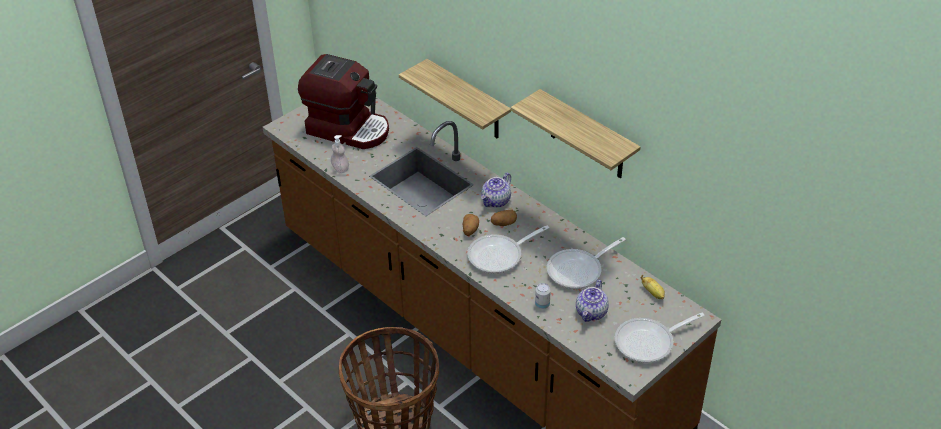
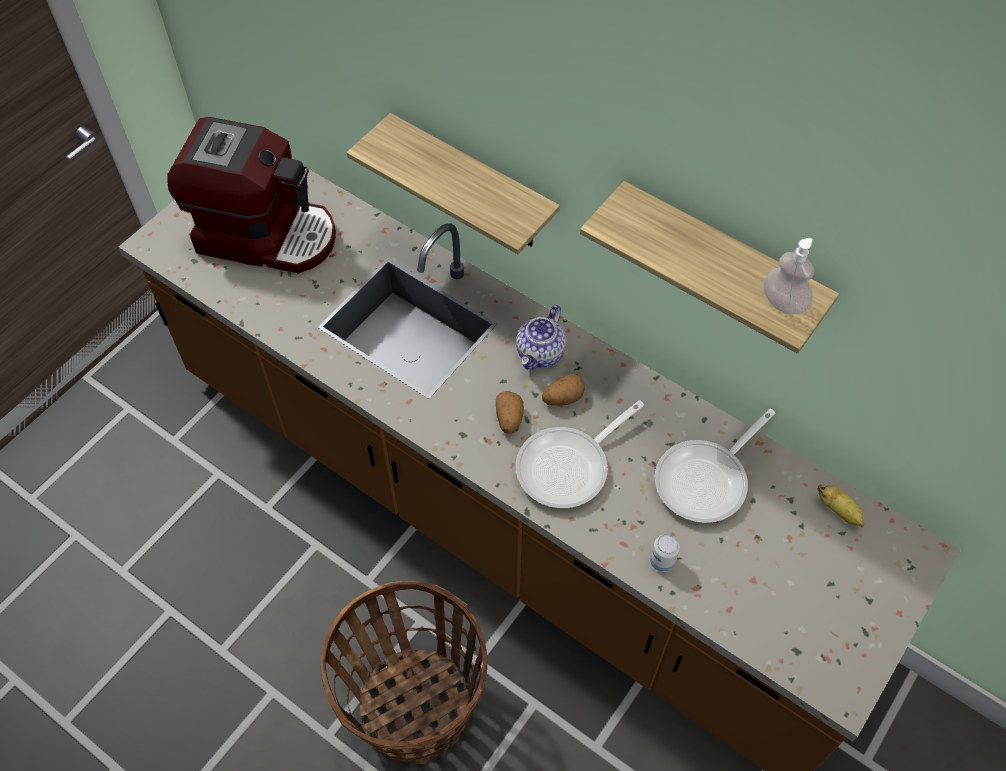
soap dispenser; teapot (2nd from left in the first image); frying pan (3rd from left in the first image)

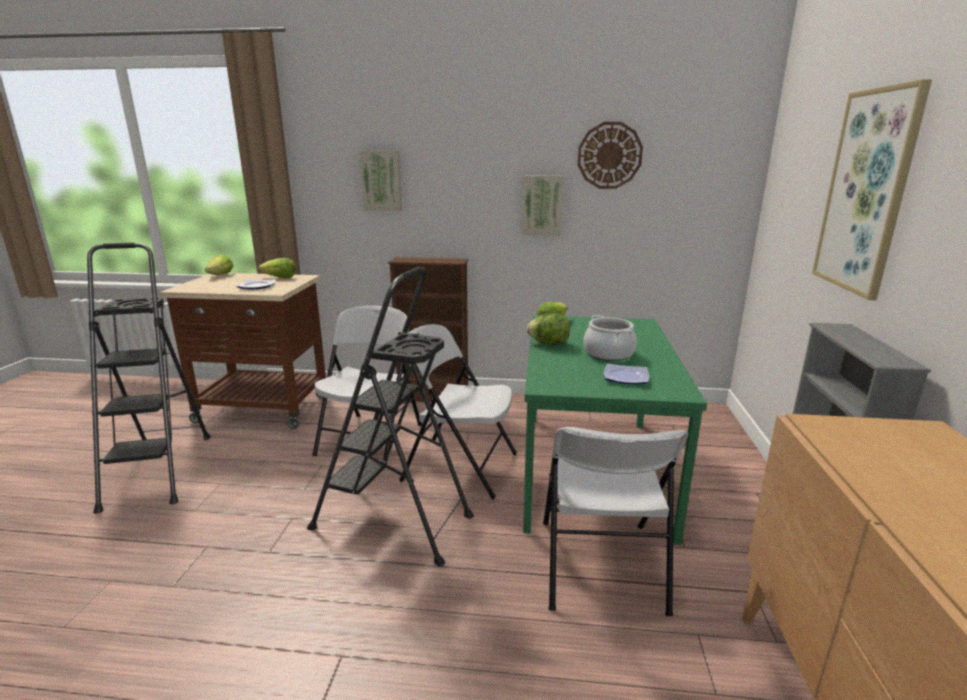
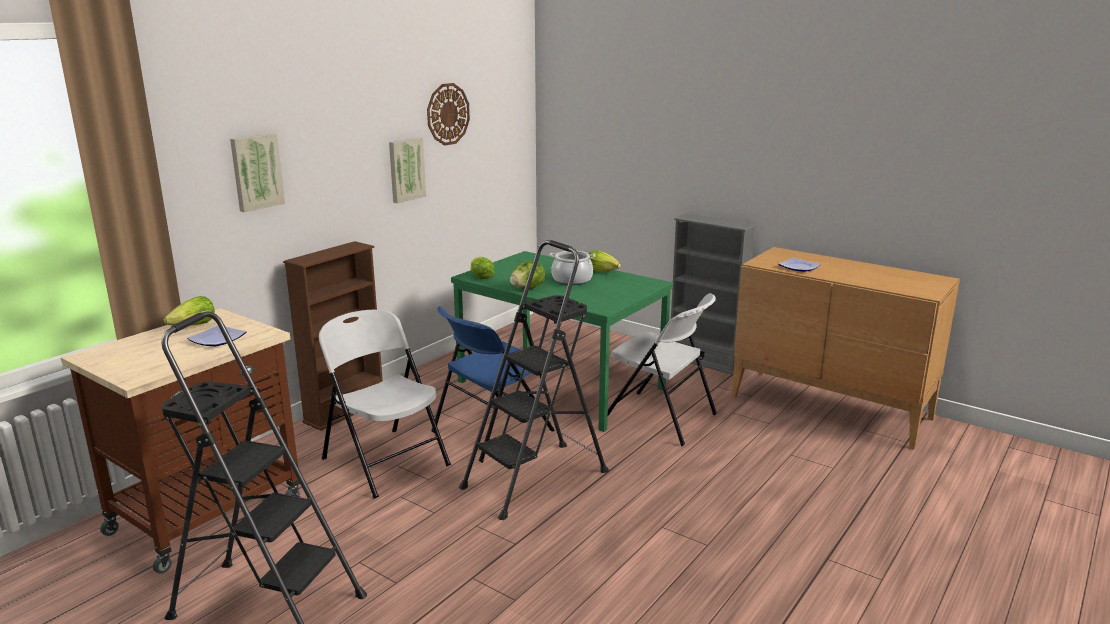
lettuce (4th from left); blue chair; plate (2nd from left); picture (3rd from left in the first image)

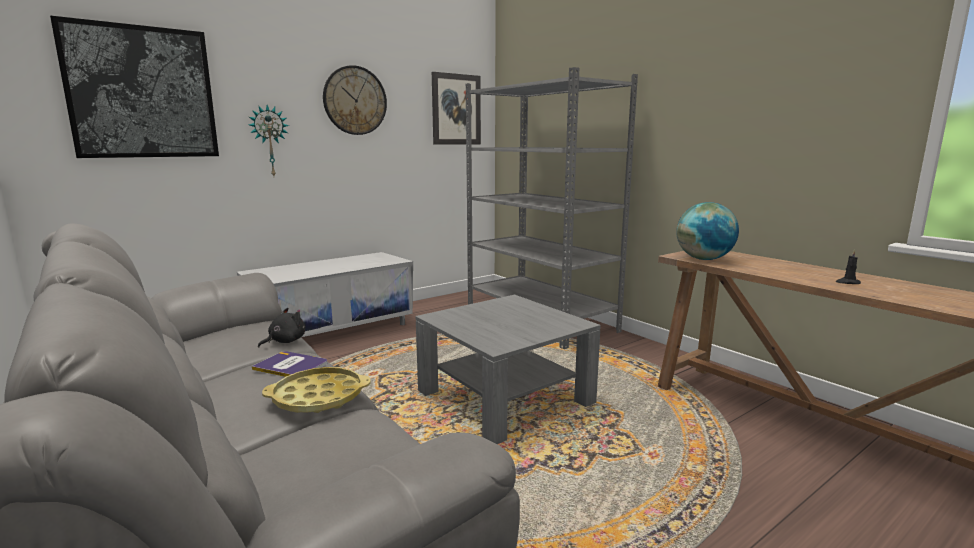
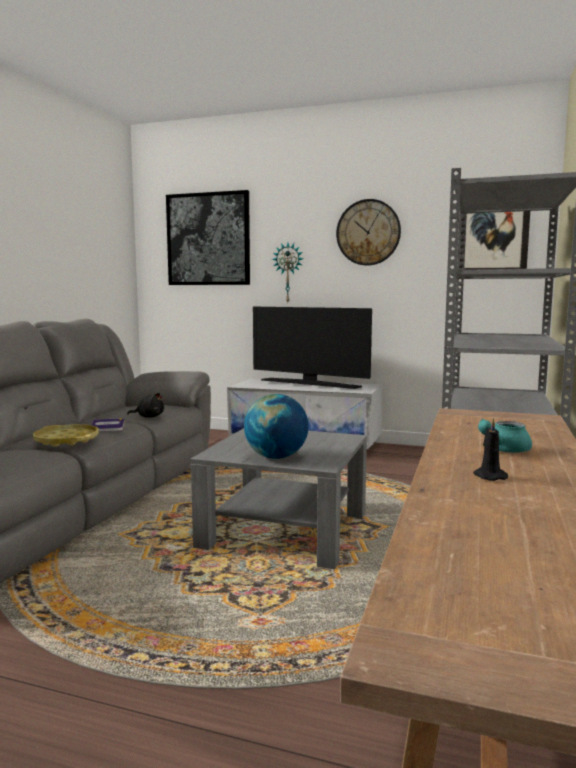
globe; television; turquoise teapot

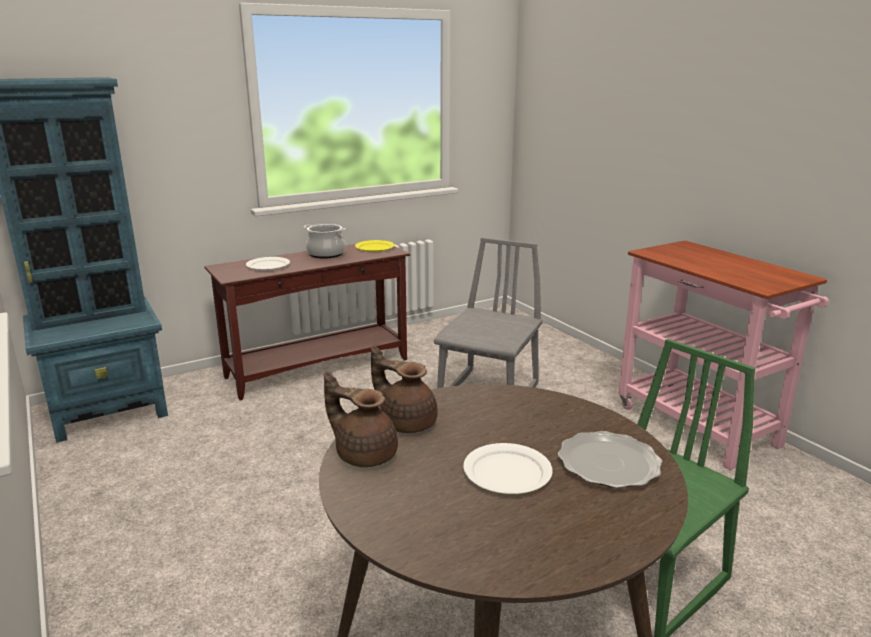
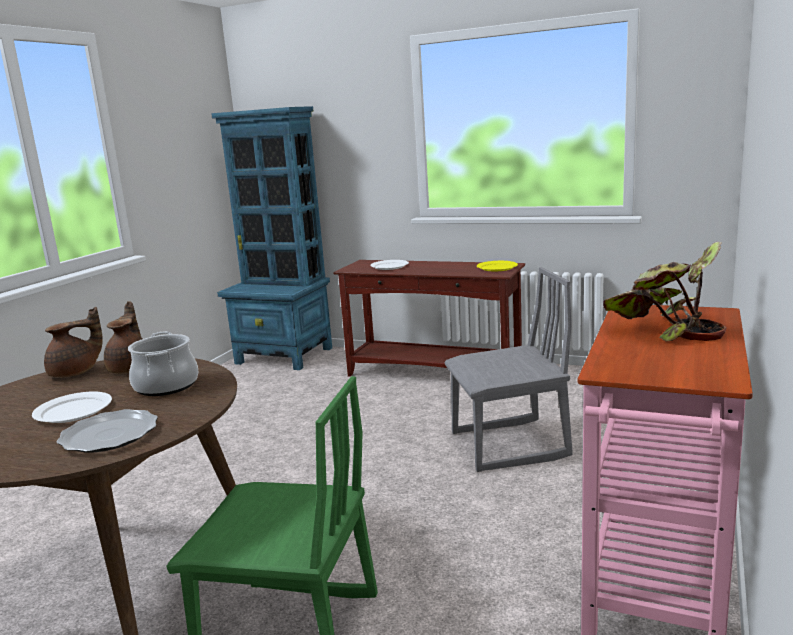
cooking pot; brown teapot (1st from left); potted plant

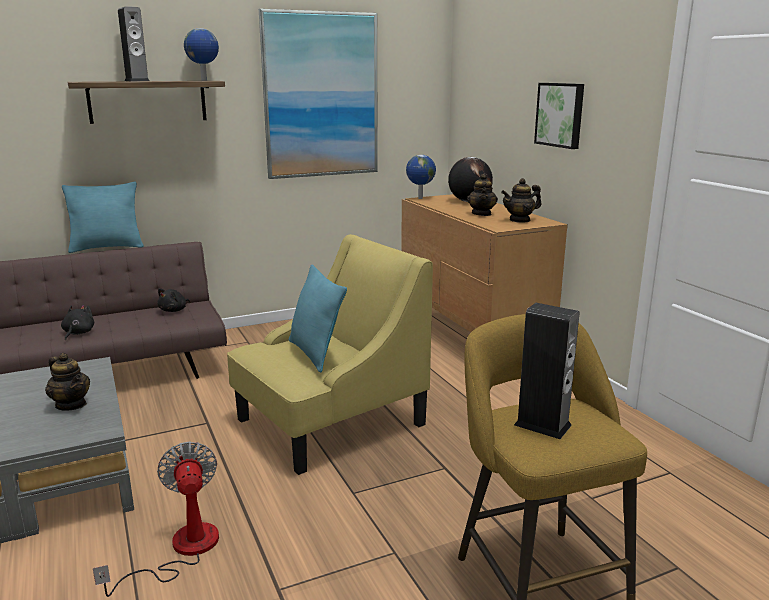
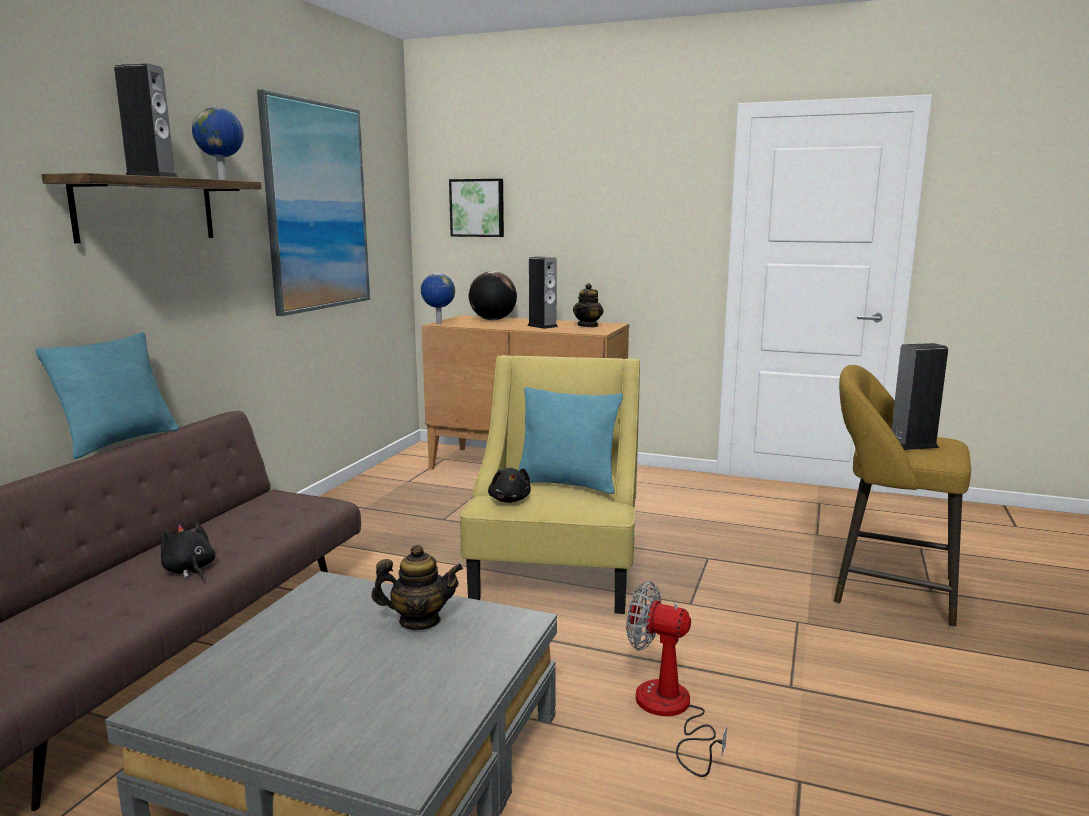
black plush toy (2nd from left); speaker (2nd from left); picture (2nd from left)

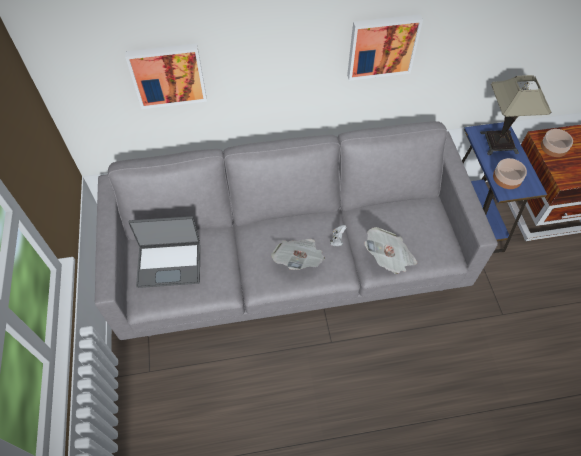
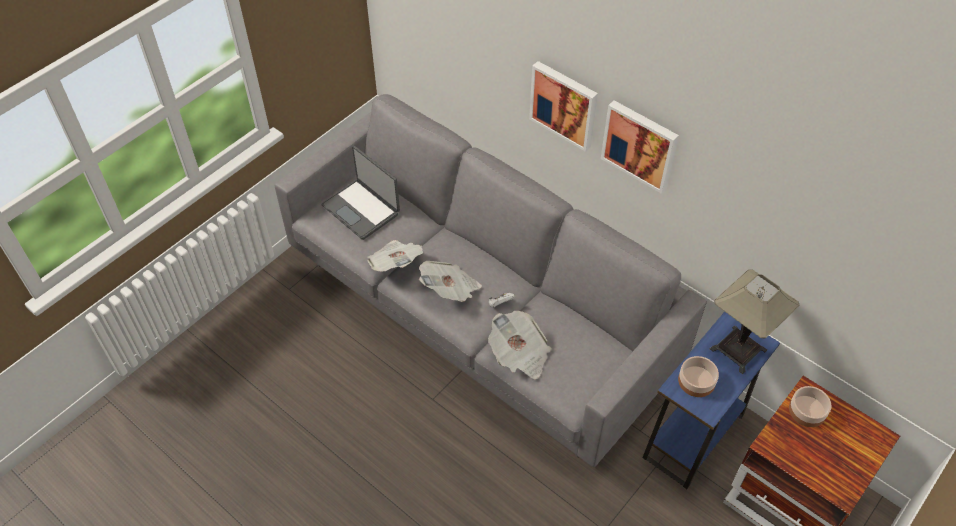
picture (1st from left); newspaper (1st from left)

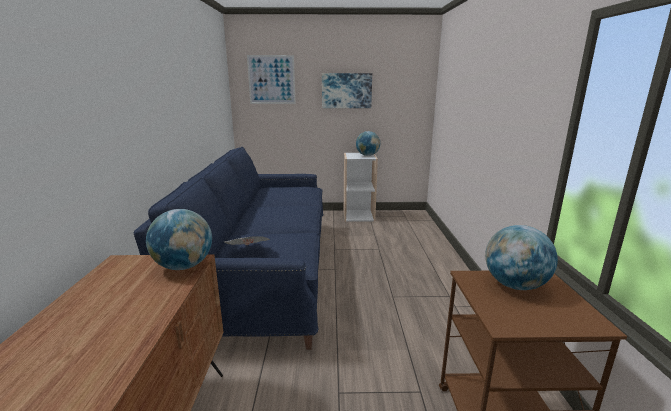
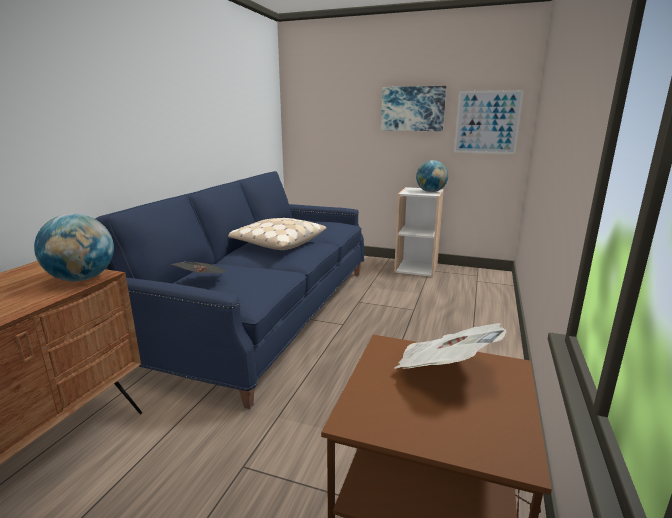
picture (2nd from left); newspaper (2nd from left); beige pillow

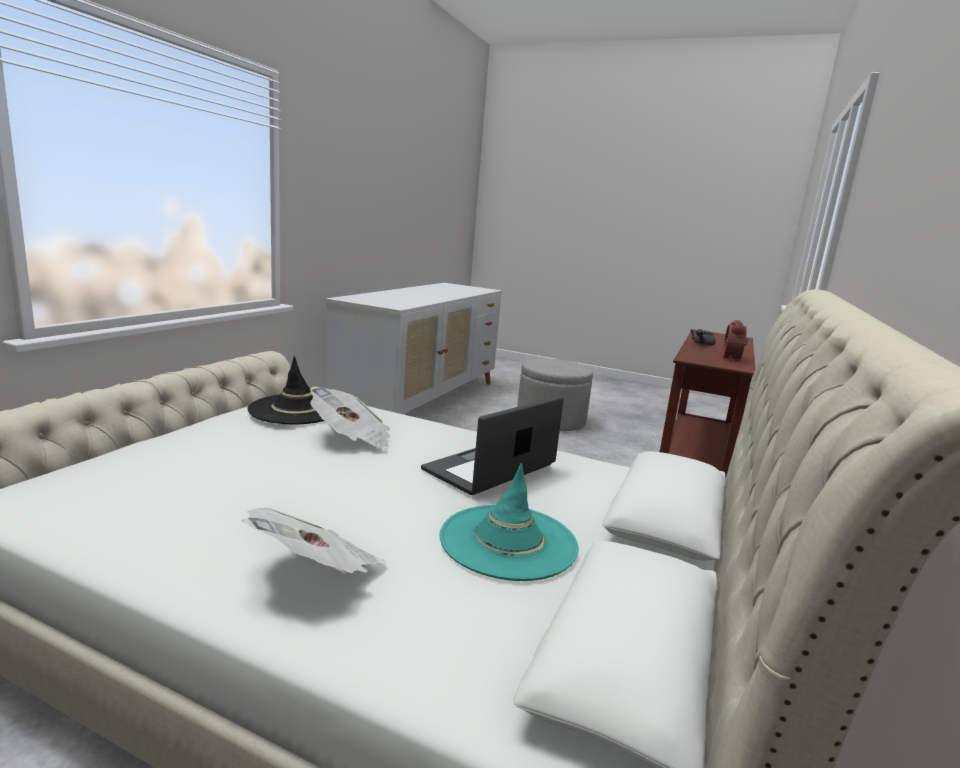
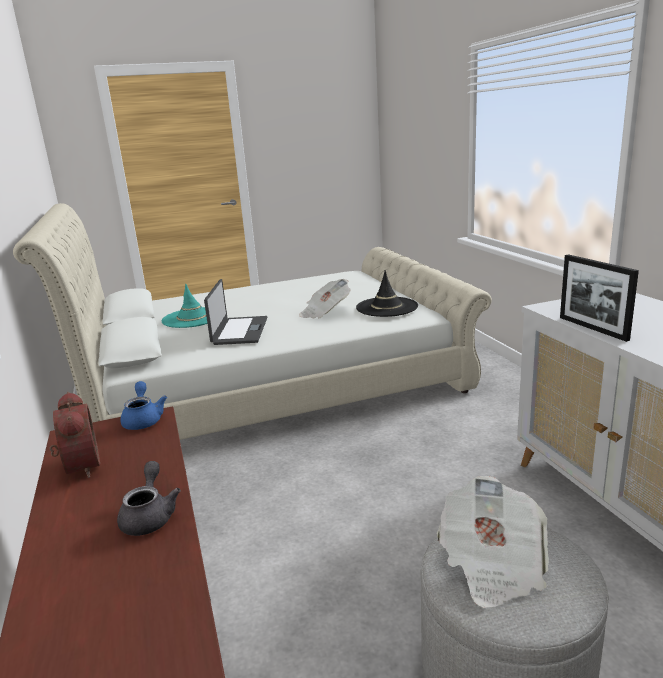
newspaper (2nd from left); blue teapot; picture frame

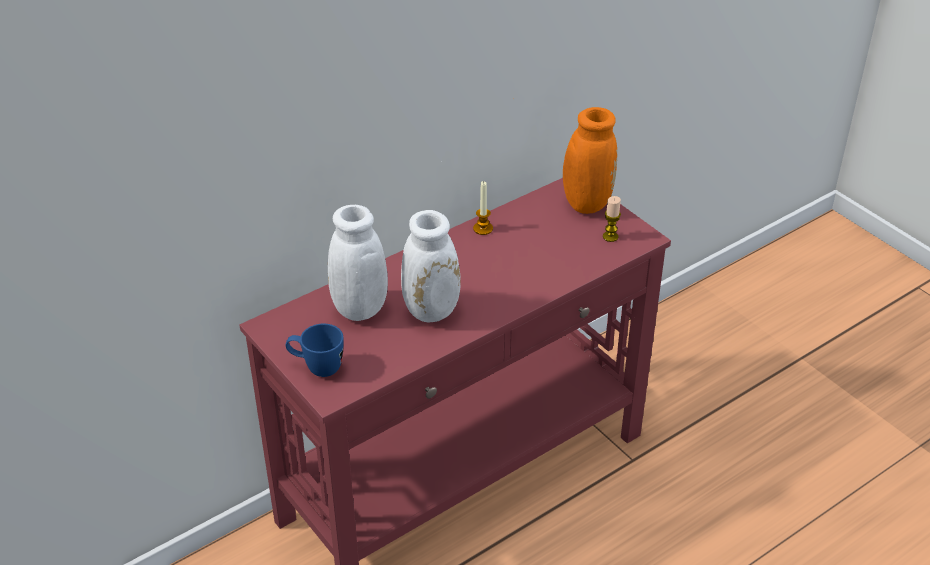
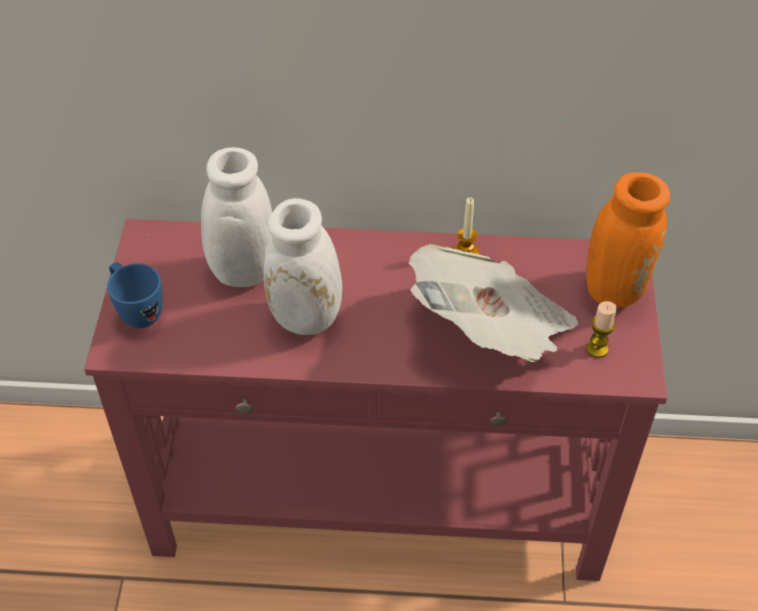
newspaper

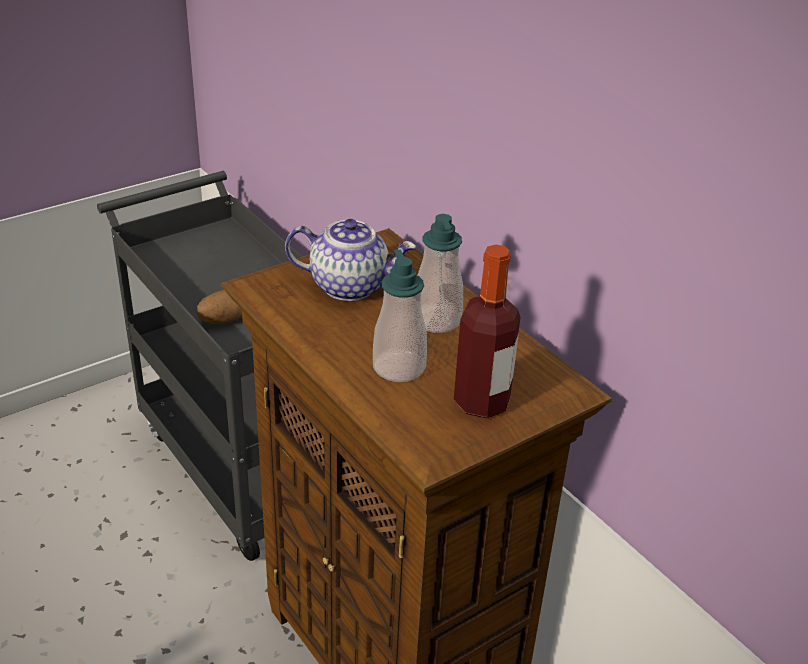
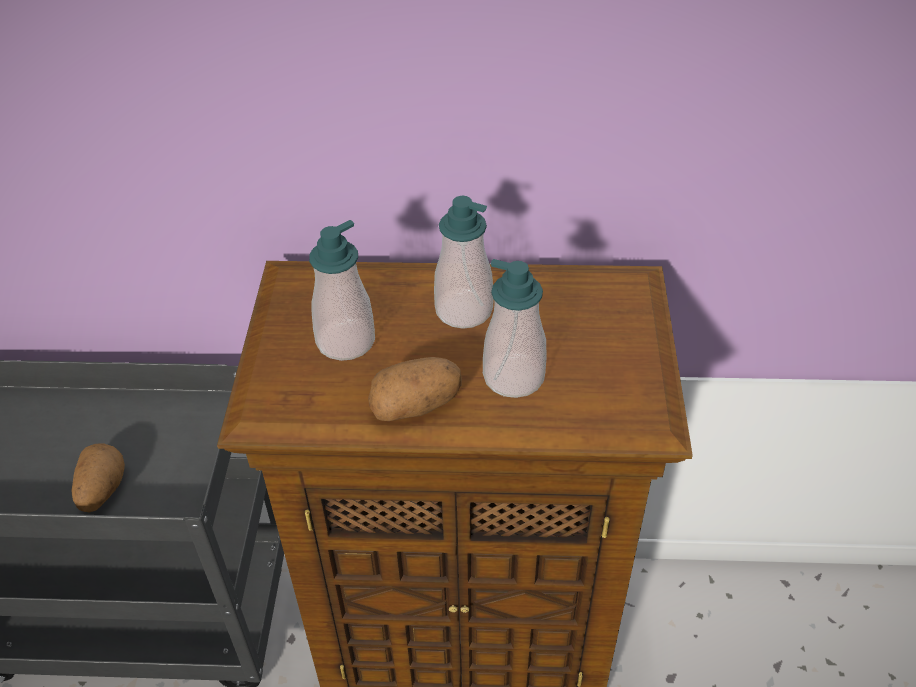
soap dispenser (1st from left); bottle; potato (2nd from left)

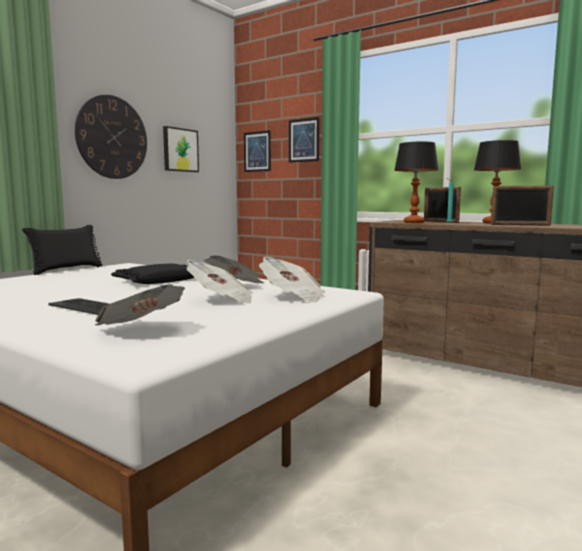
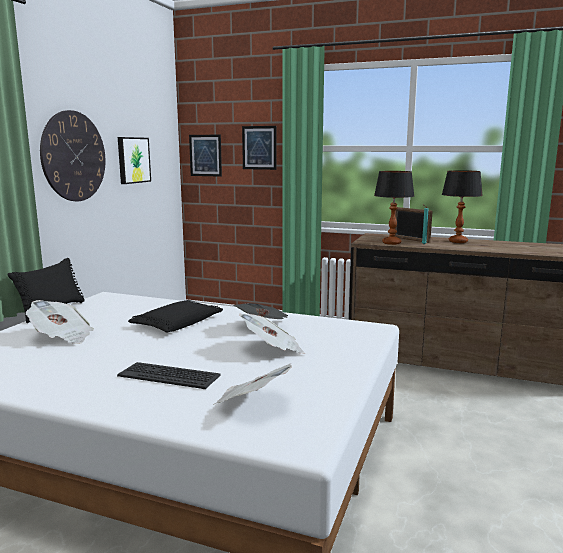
newspaper (1st from left); picture frame (2nd from left in the first image)

